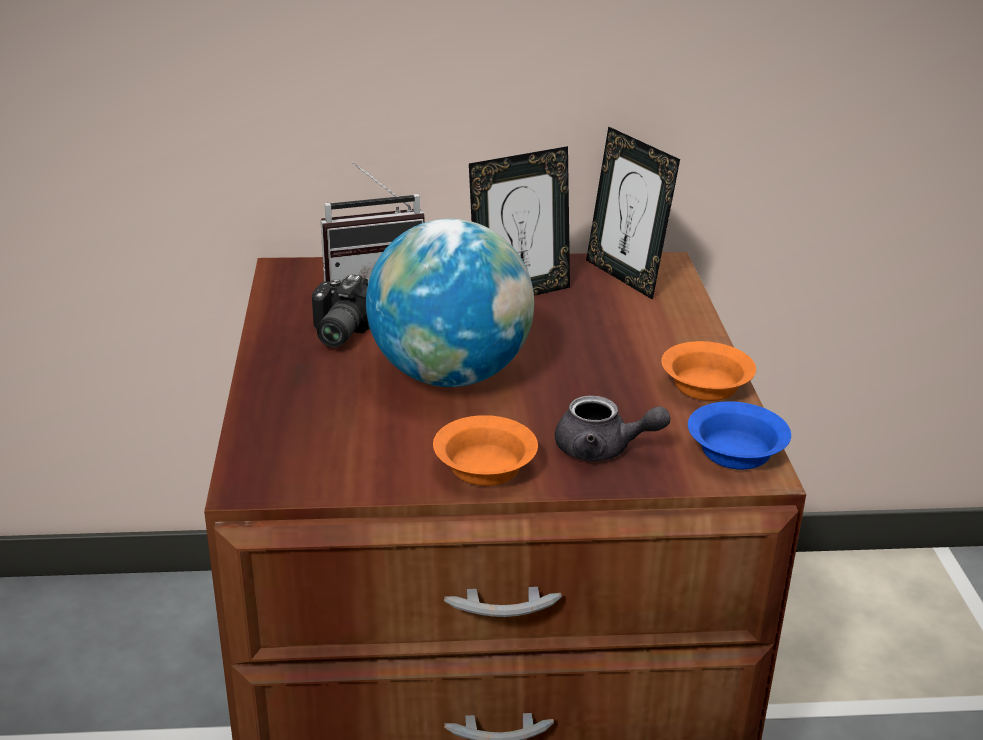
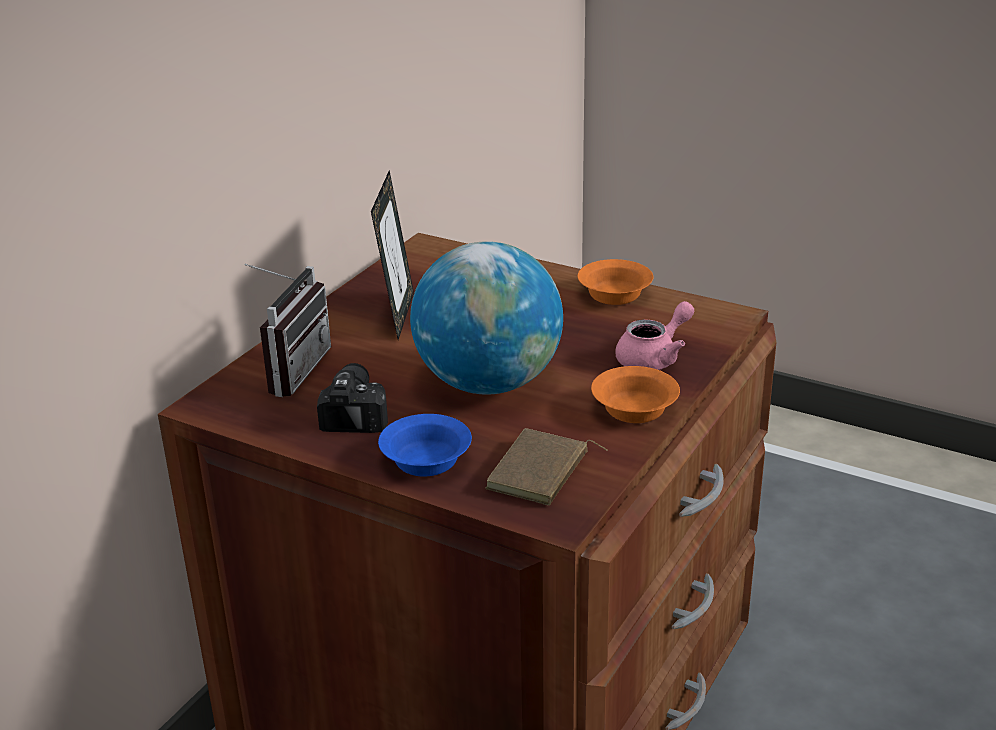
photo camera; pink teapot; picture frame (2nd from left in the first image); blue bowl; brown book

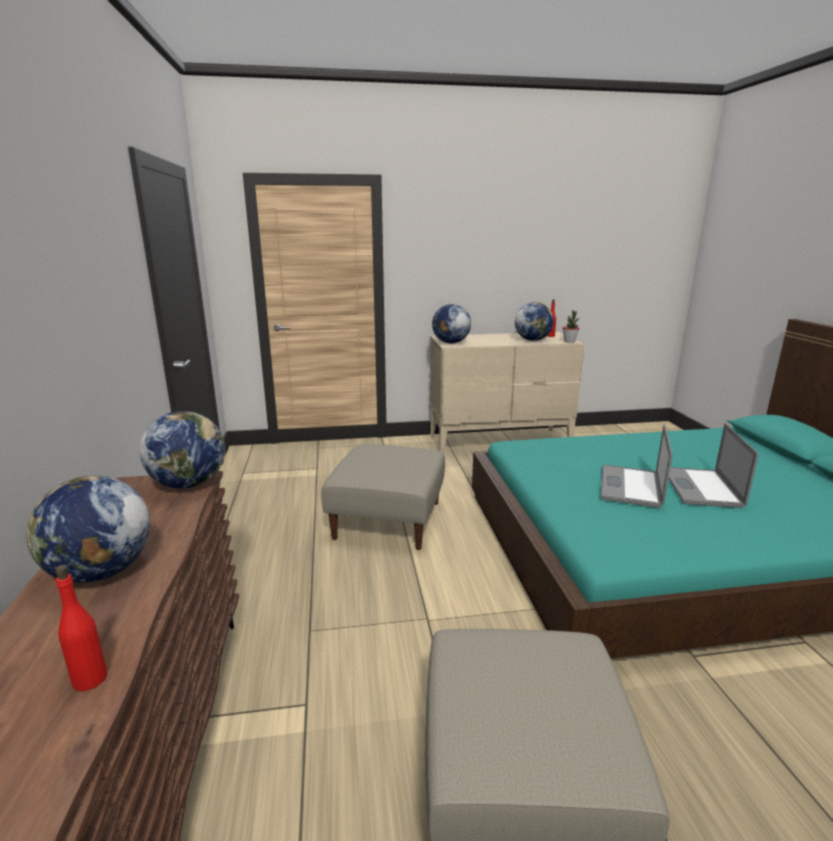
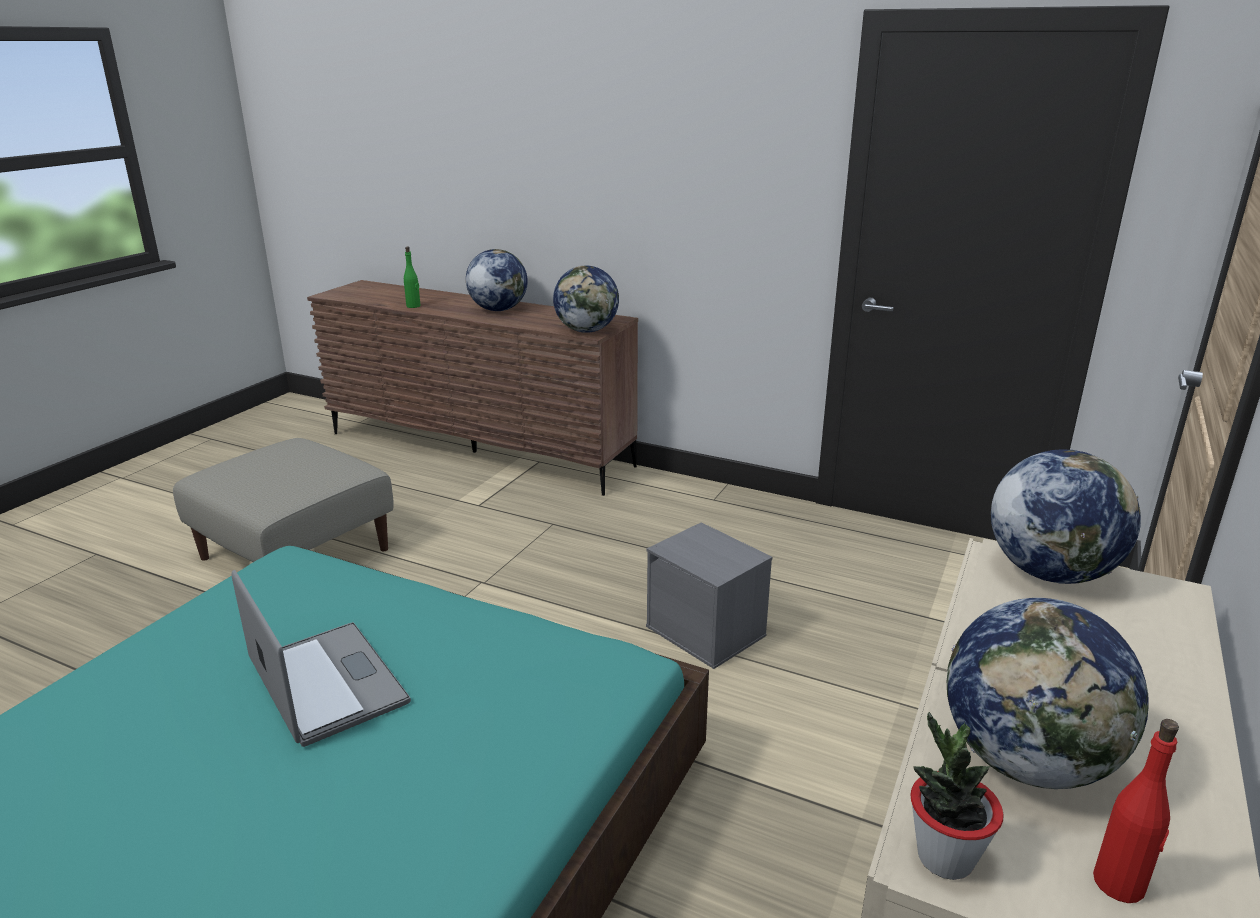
green bottle; grey storage box; laptop (2nd from left in the first image)

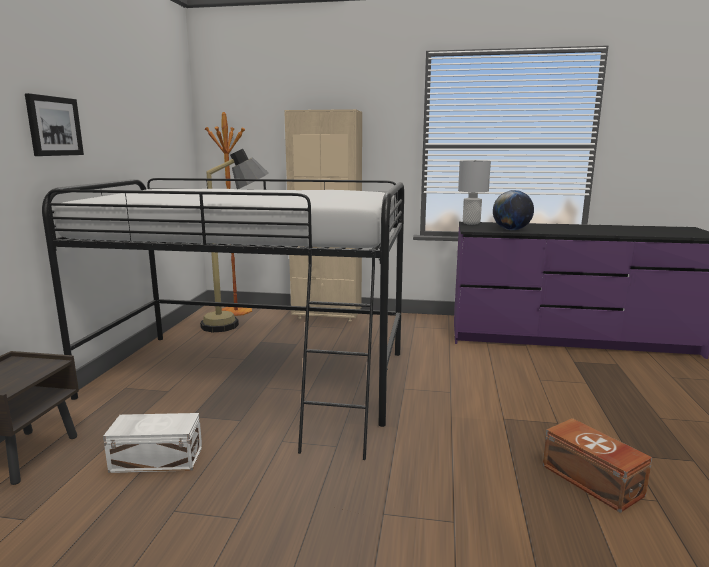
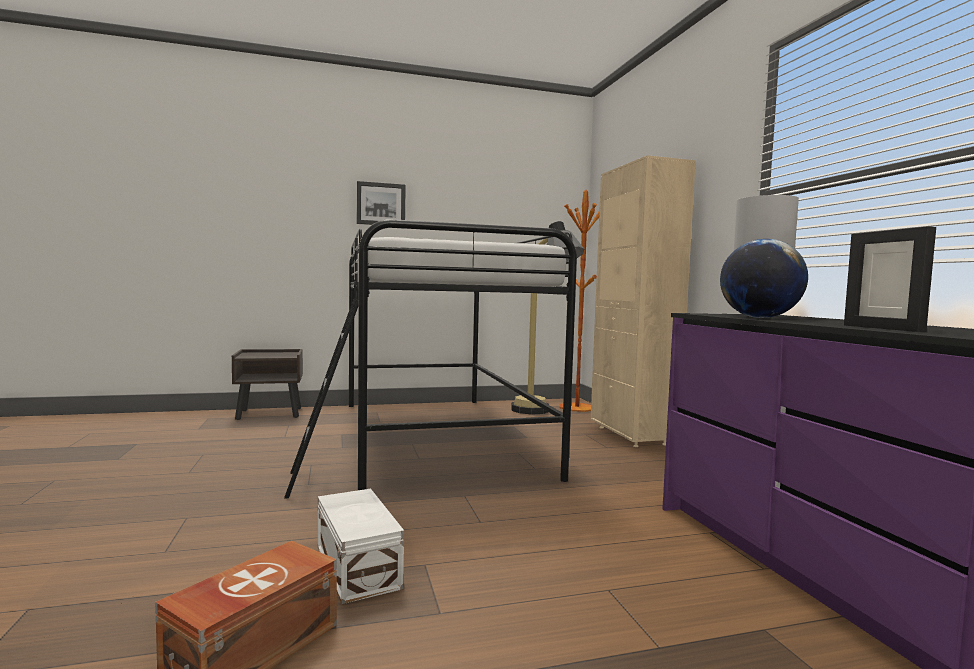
white storage box; picture frame

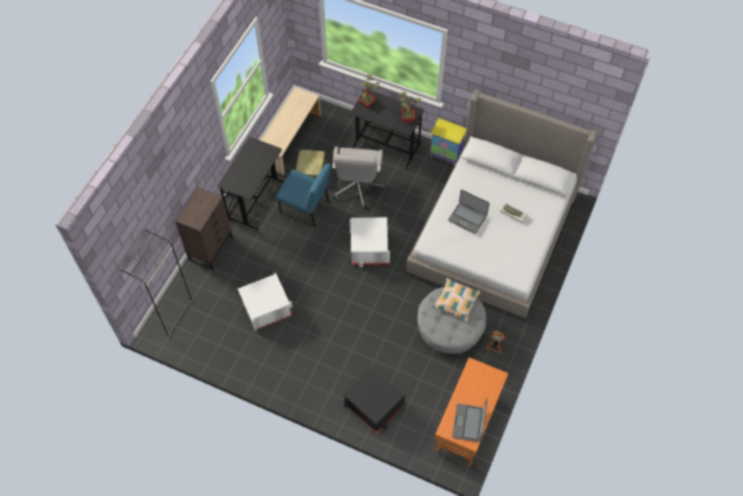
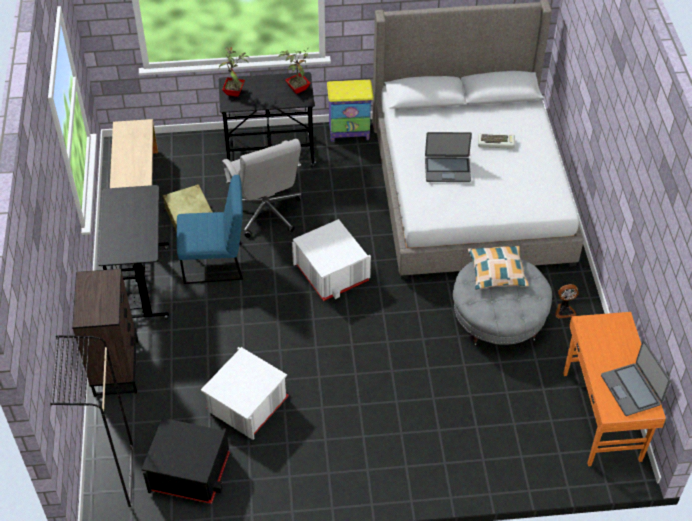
black storage box

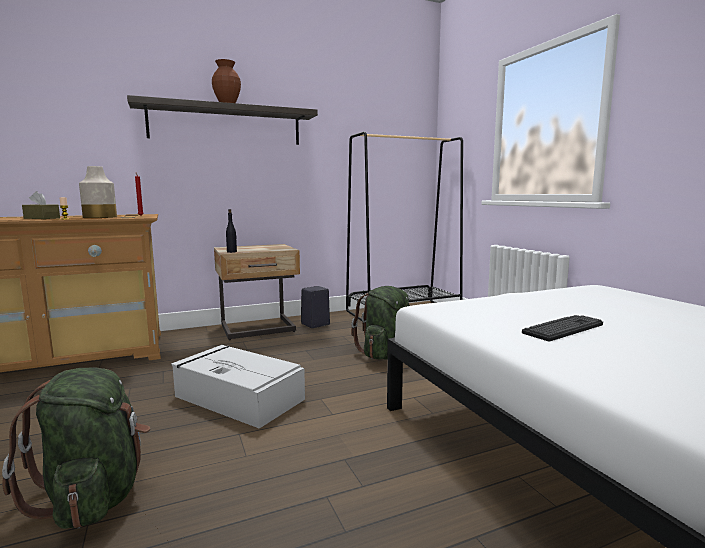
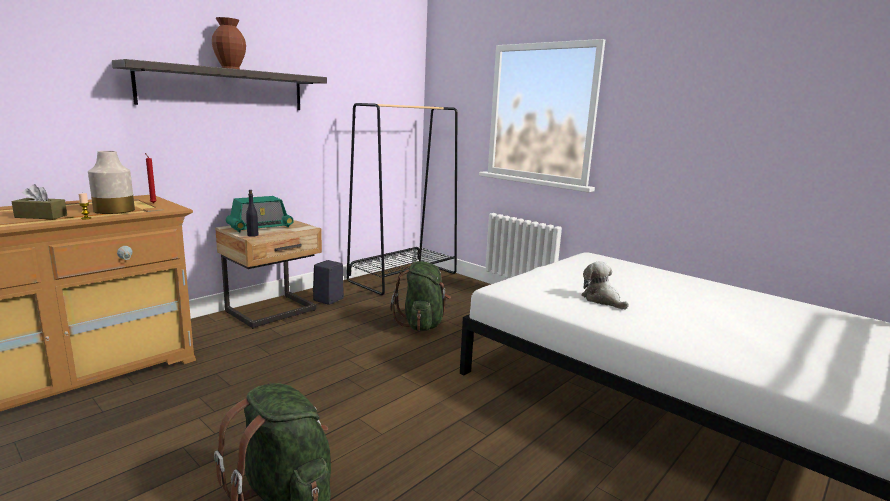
grey storage box; plush toy; radio

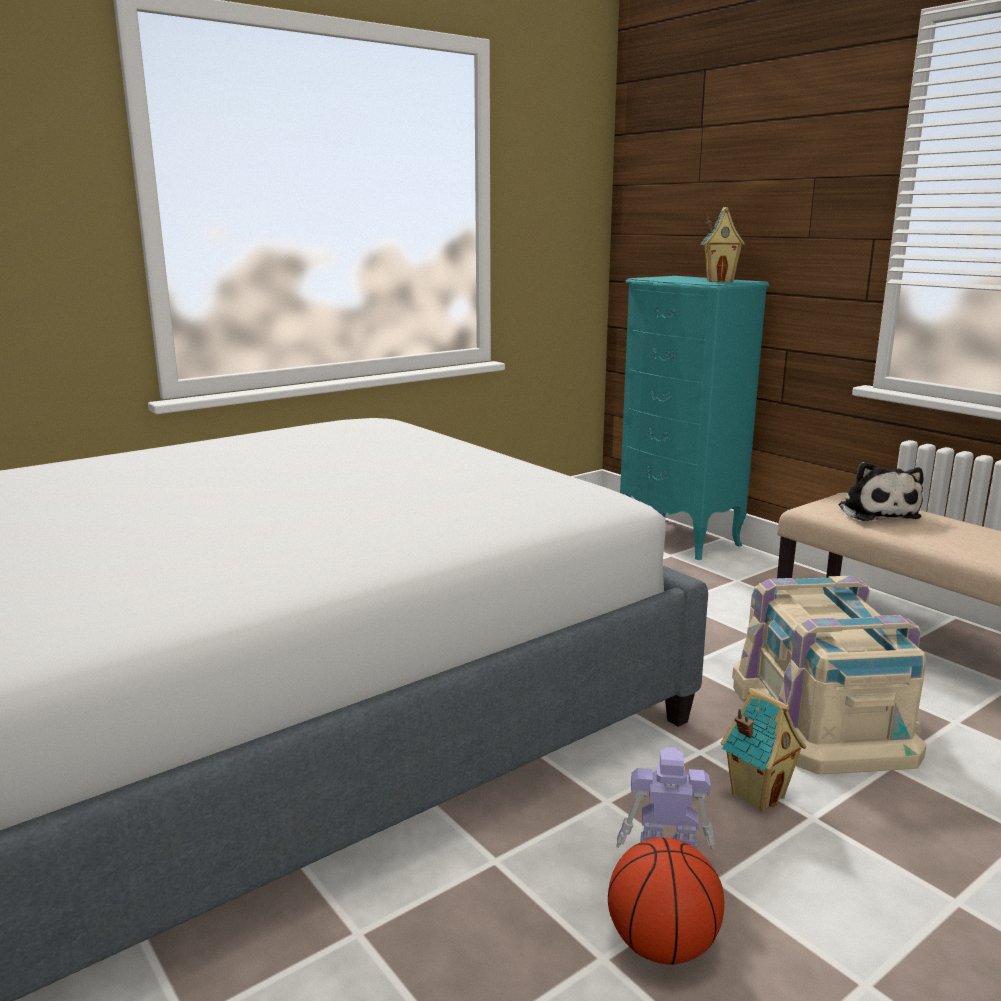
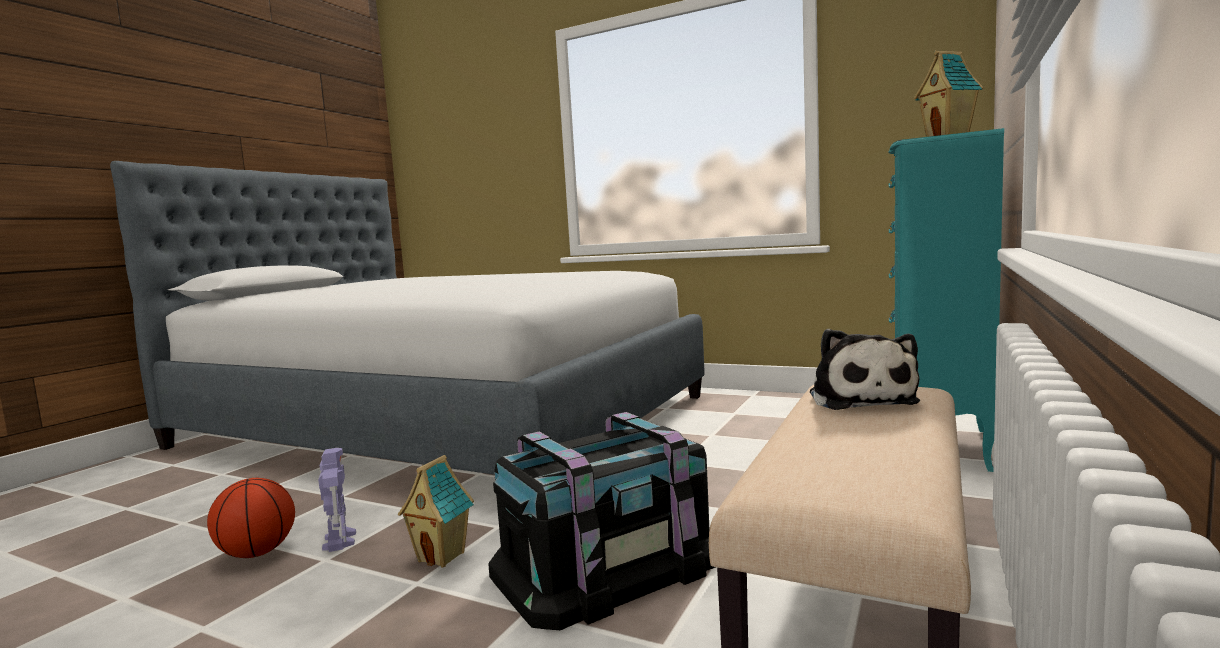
black storage box; plush toy

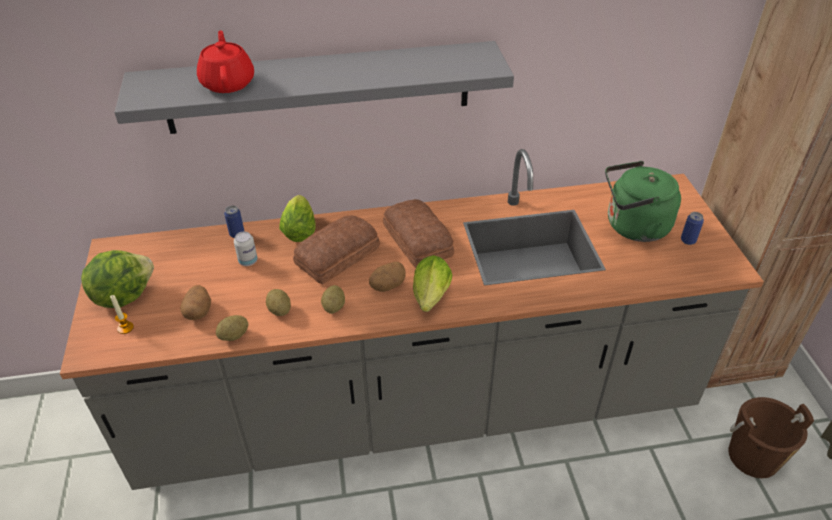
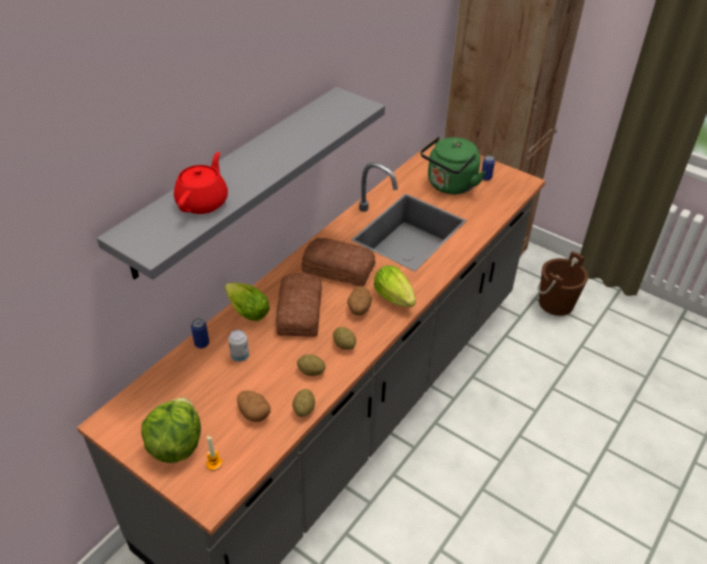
red teapot

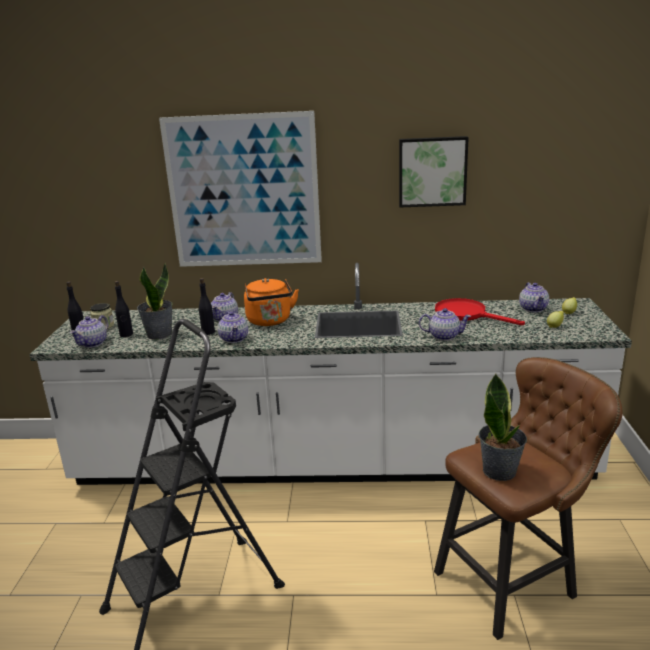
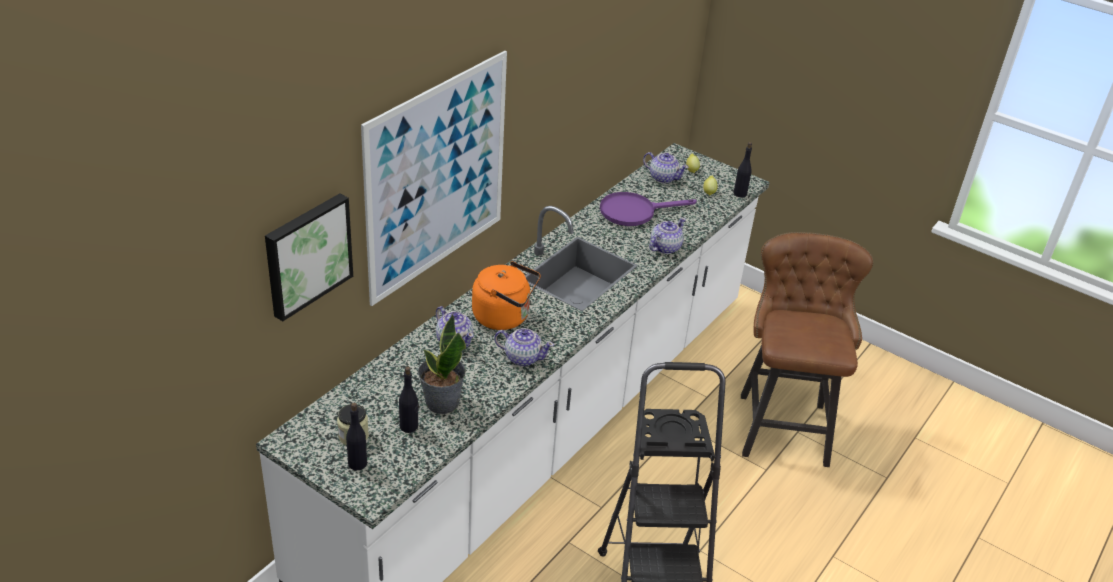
teapot (1st from left in the first image); black bottle (3rd from left); picture (1st from left); purple frying pan; potted plant (2nd from left in the first image)

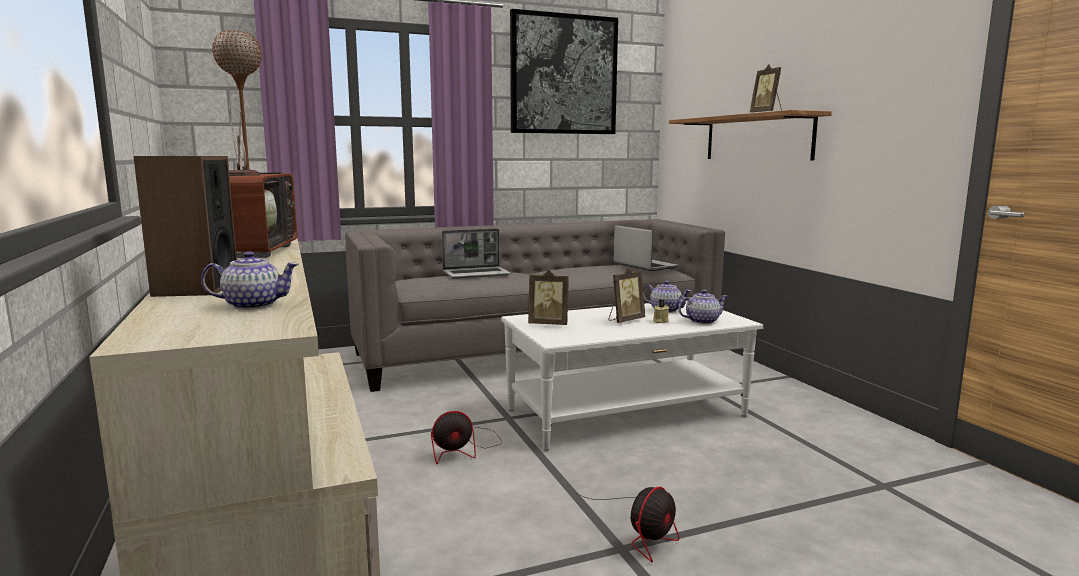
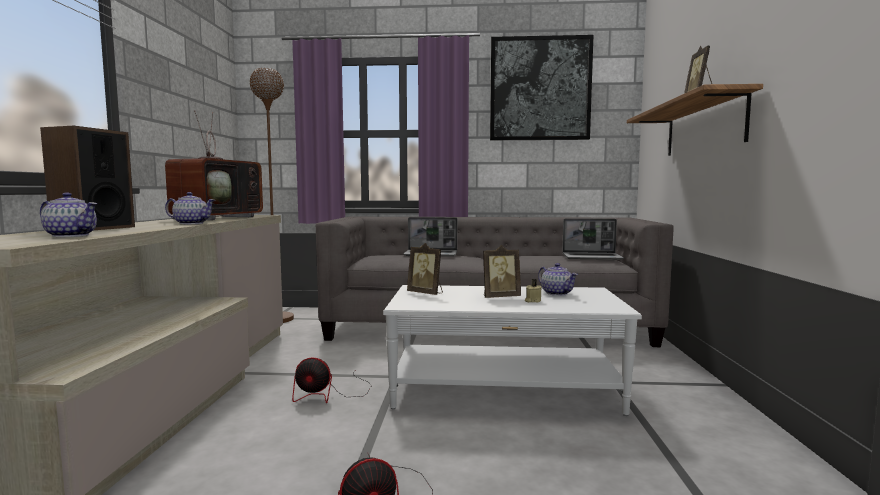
laptop (2nd from left); teapot (2nd from left)

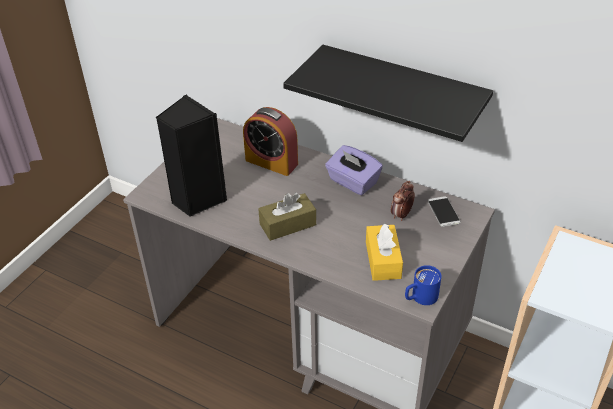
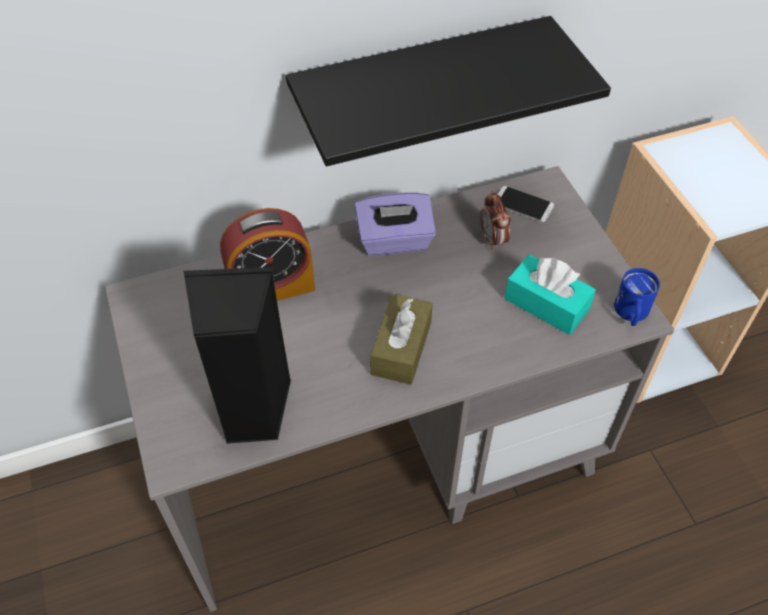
turquoise tissue box

